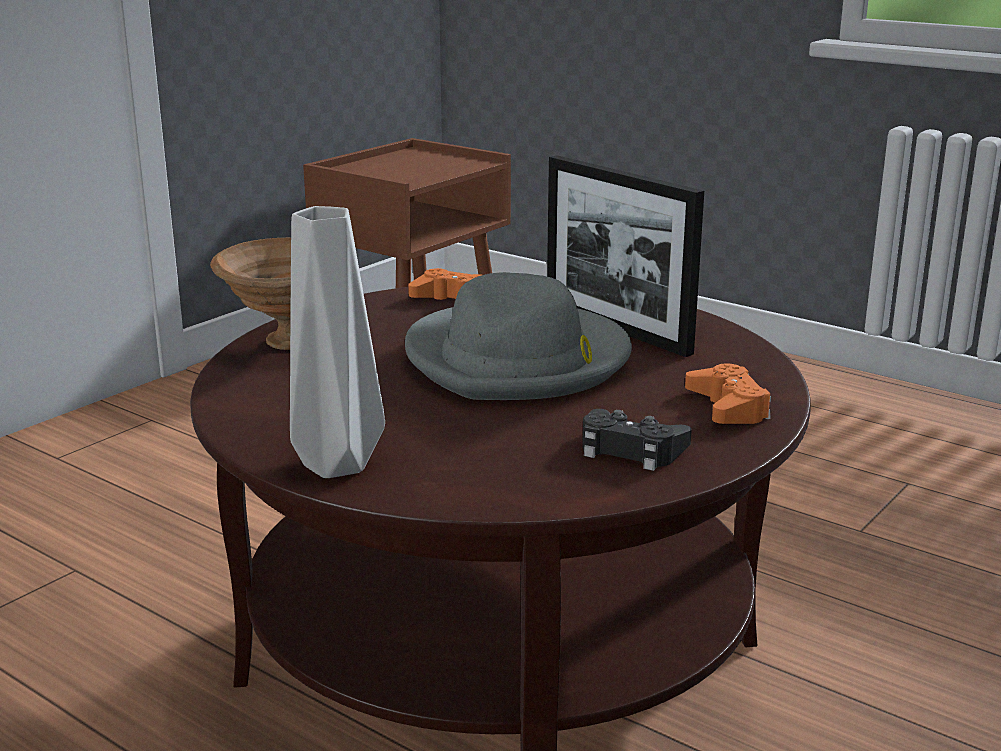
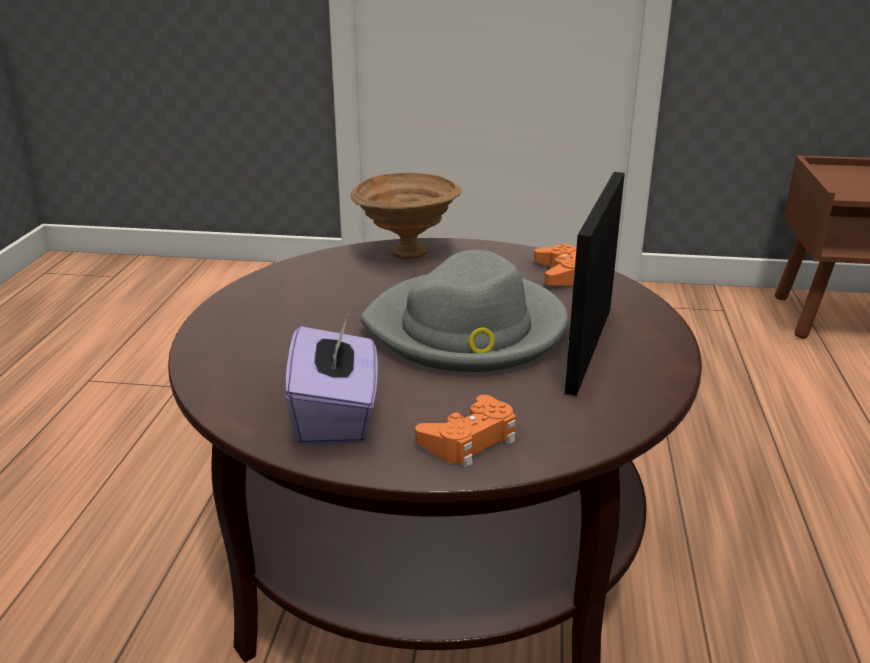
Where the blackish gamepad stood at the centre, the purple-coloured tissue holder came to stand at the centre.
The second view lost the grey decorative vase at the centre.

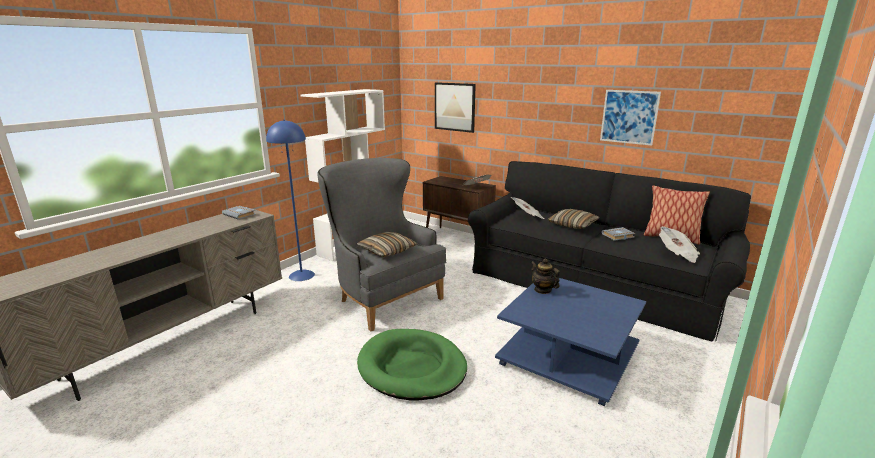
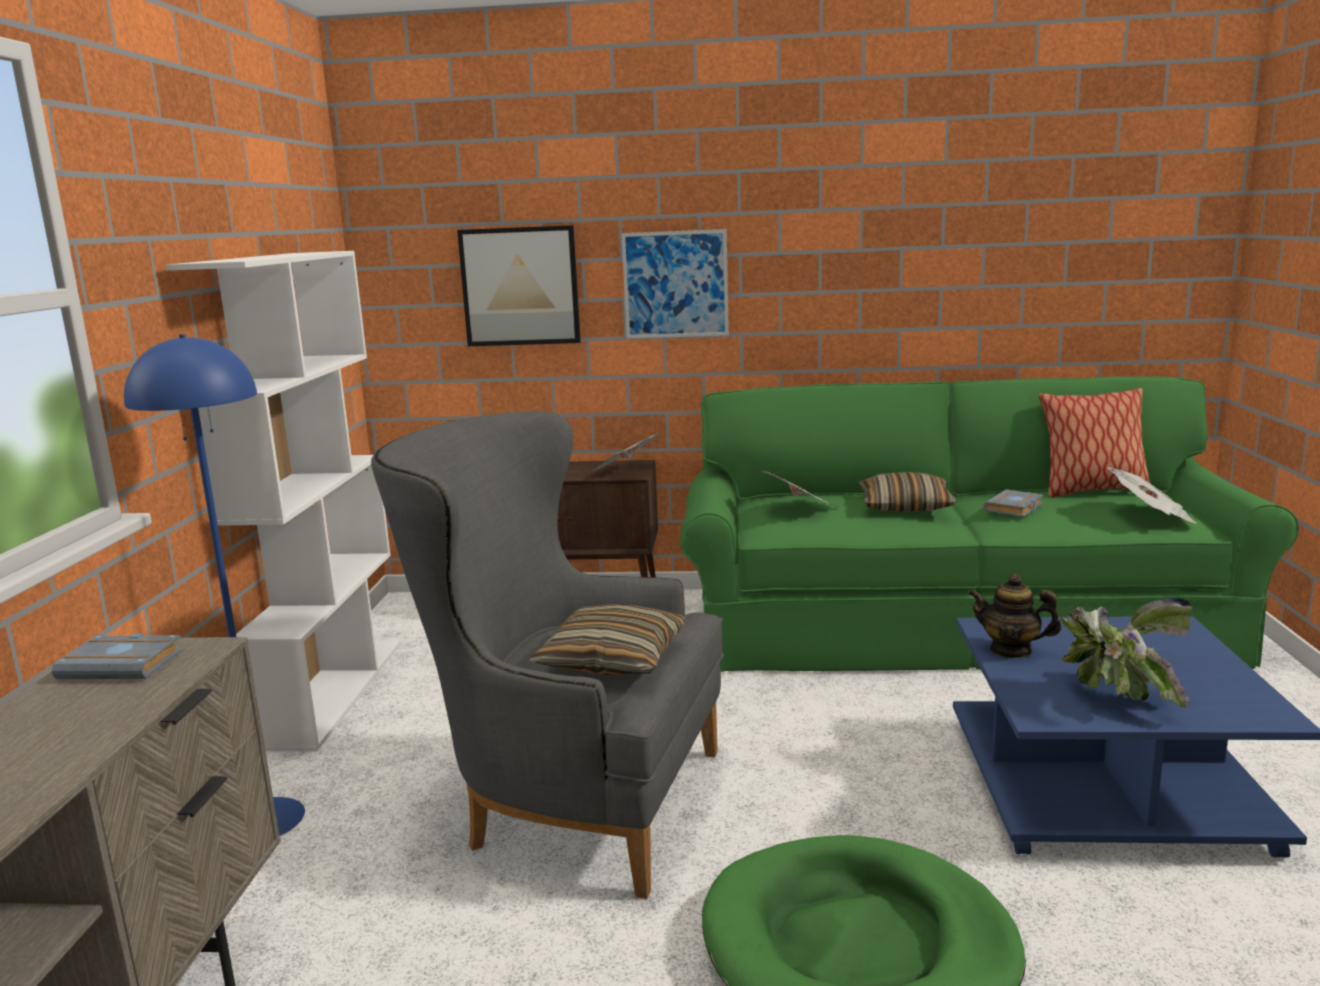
The picture (2nd from left) ended up elsewhere, having gone from the top right to the top centre.
What was the blackish couch at the middle right turned into the green couch at the middle right.
The second view gained the plant in a pot at the middle right.

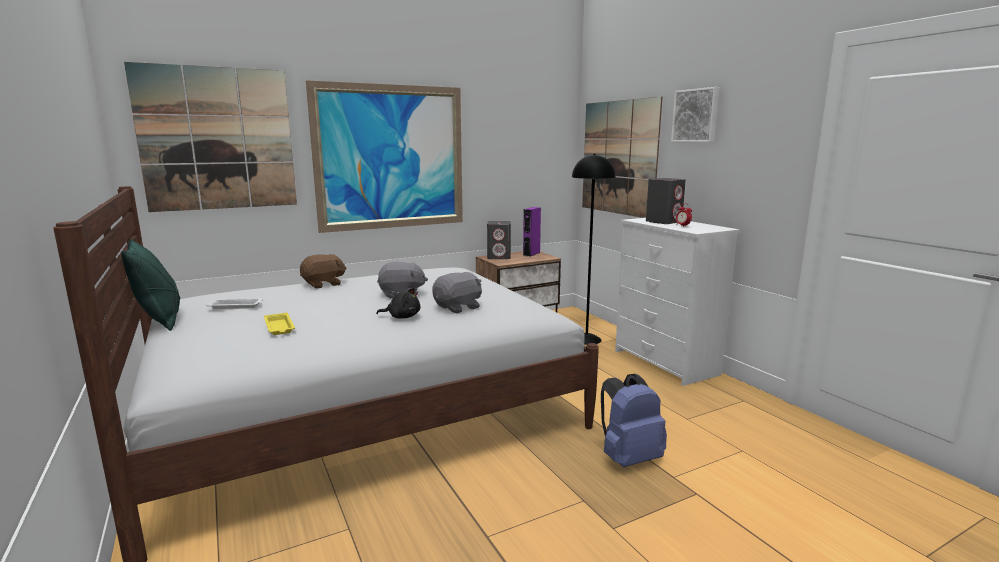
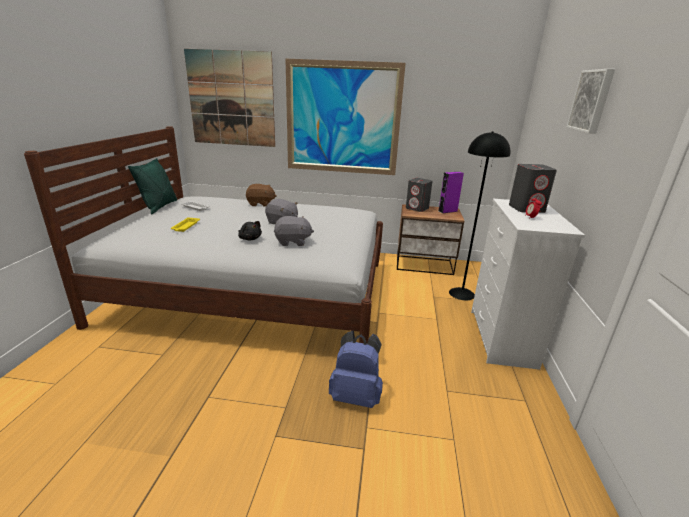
The second view lost the picture (3rd from left) at the top centre.

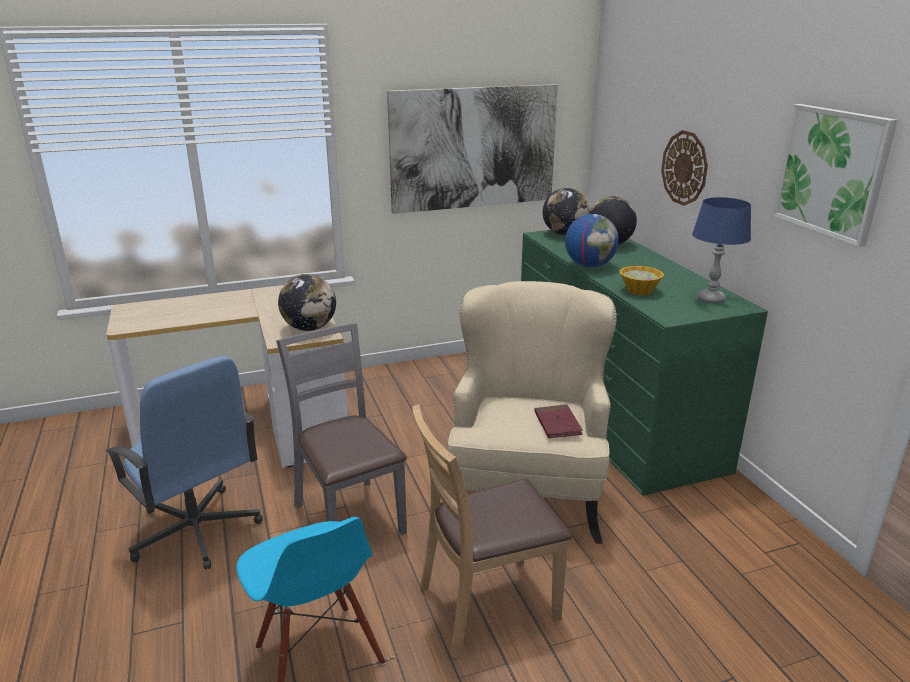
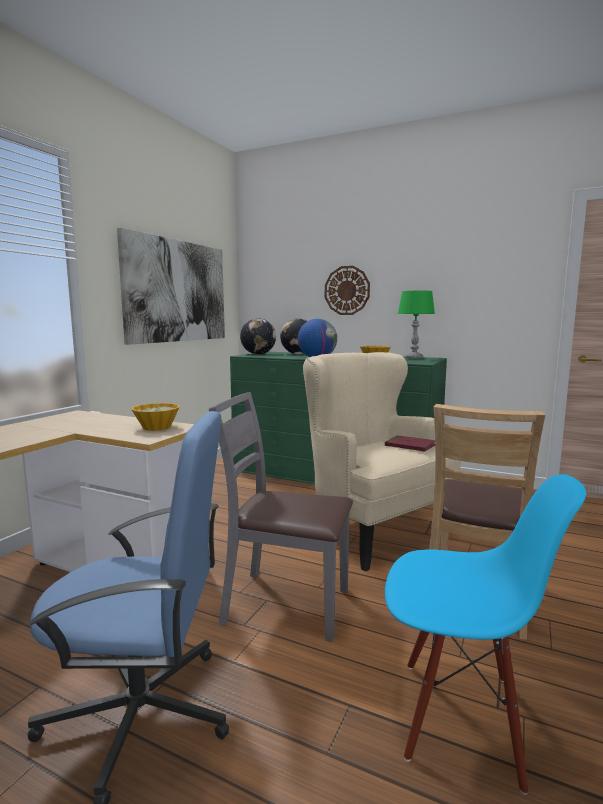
Where the world globe (1st from left) stood at the centre, the serving bowl (1st from left) came to stand at the middle left.
What was the bluish table lamp at the middle right turned into the green table lamp at the middle right.
The second view lost the picture (2nd from left) at the top right.

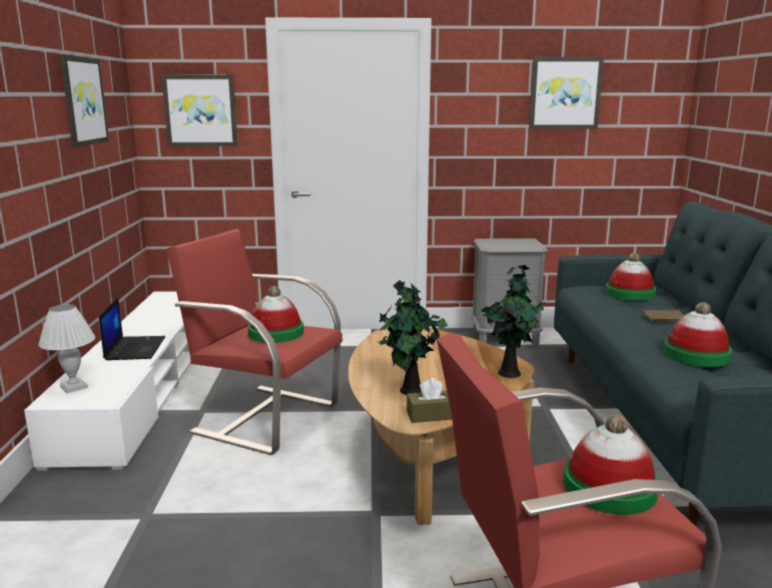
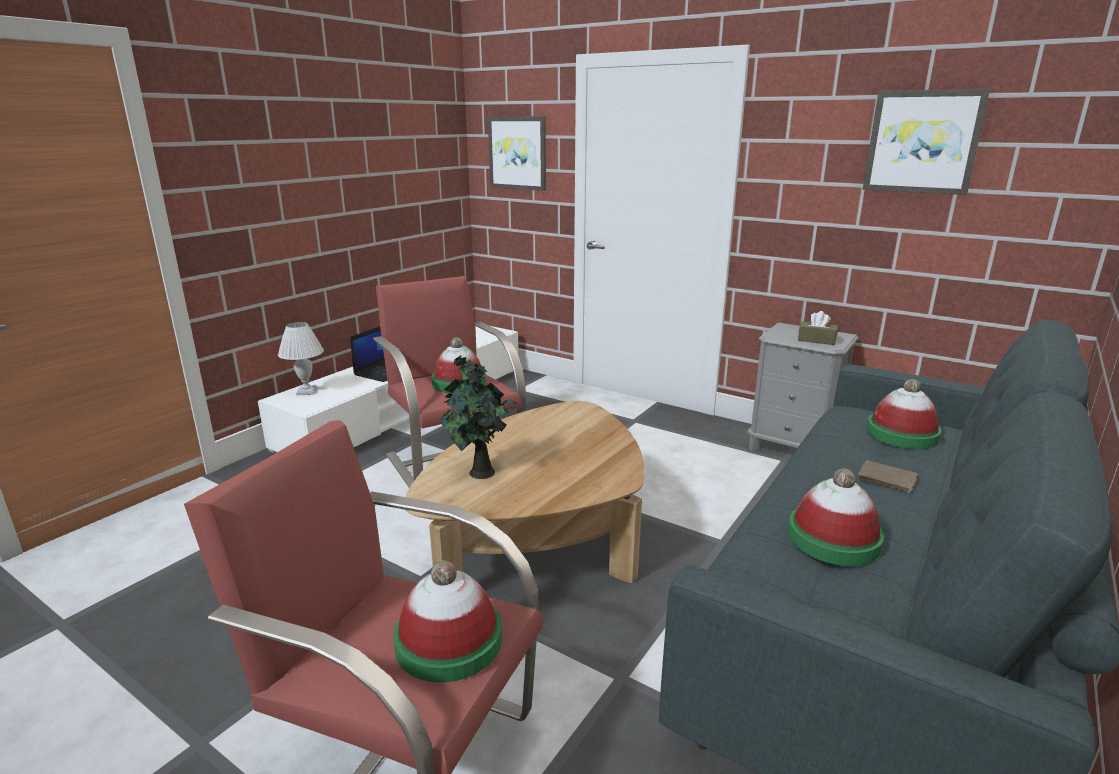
The brownish tissue holder ended up elsewhere, having gone from the bottom centre to the middle right.
The second view lost the picture (1st from left) at the top left.
The second view lost the plant in a pot (2nd from left) at the centre.

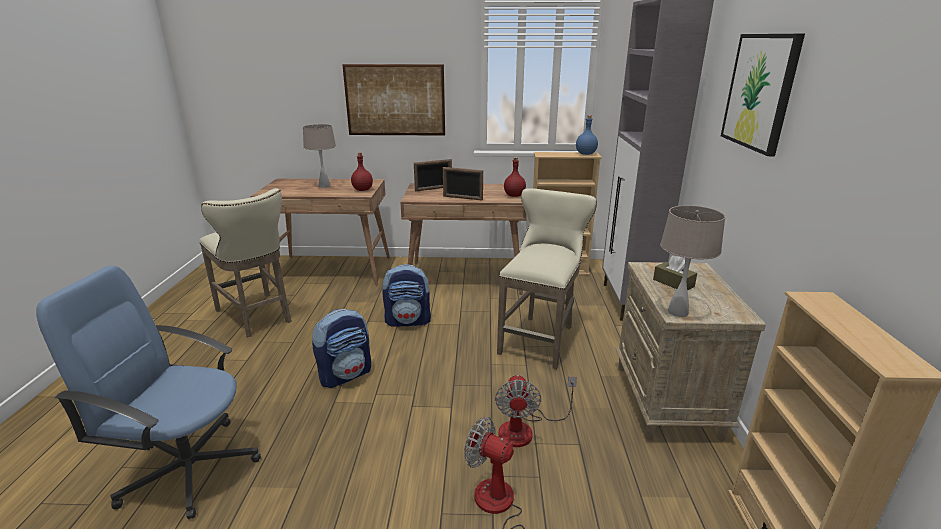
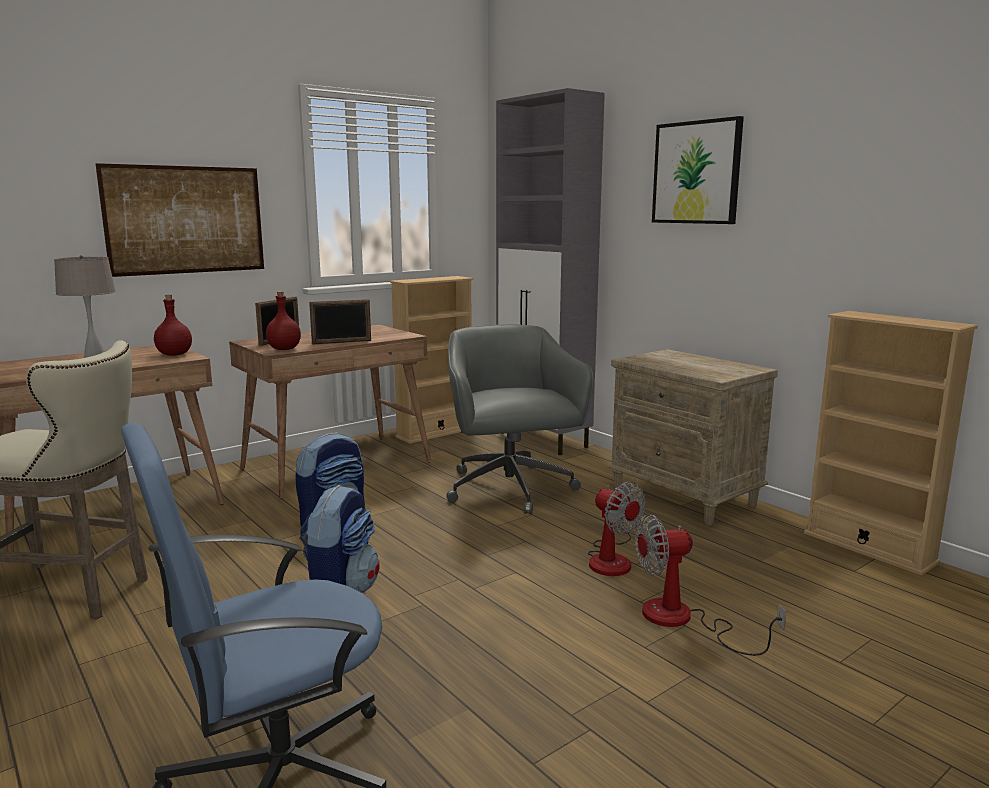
The red-coloured drink bottle (2nd from left) ended up elsewhere, having gone from the centre to the middle left.
Where the beige stool (2nd from left) stood at the centre, the grey office chair came to stand at the centre.
The second view lost the bluish drink bottle at the top centre.
The second view lost the brownish tissue holder at the middle right.
The second view lost the beige table lamp (2nd from left) at the middle right.

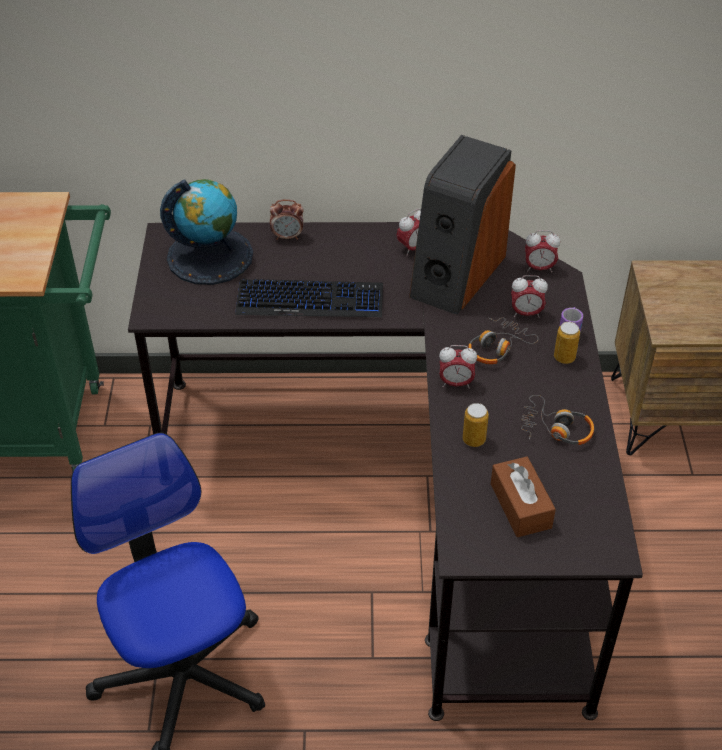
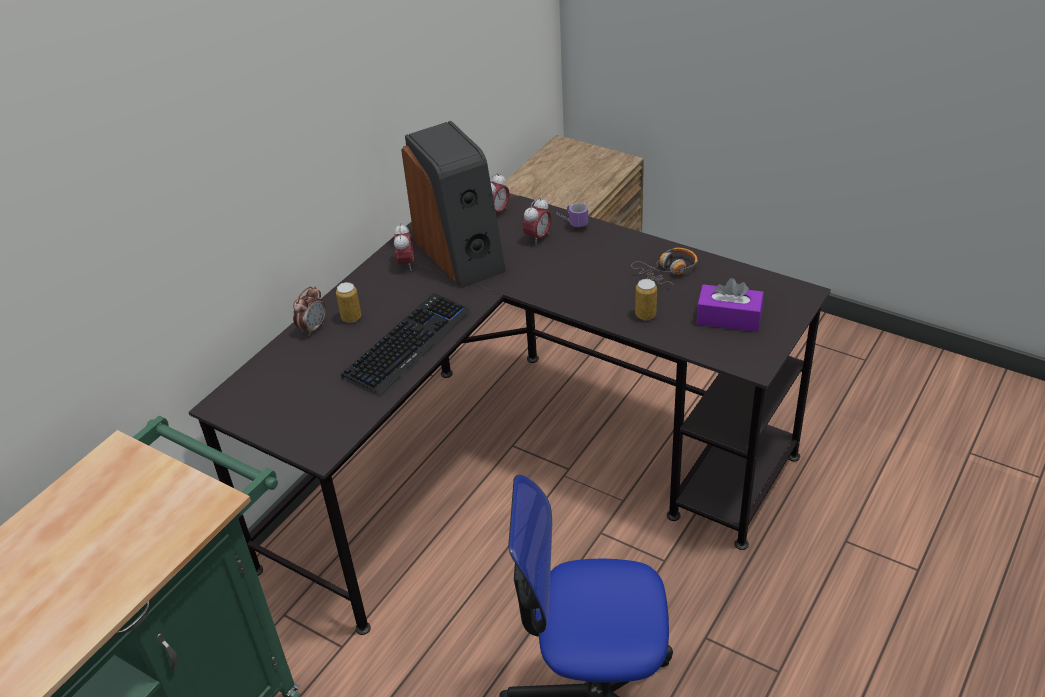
The metal can (2nd from left in the first image) ended up elsewhere, having gone from the middle right to the middle left.
What was the brownish tissue holder at the middle right turned into the purple-coloured tissue holder at the middle right.
The second view lost the world globe at the top left.
The second view lost the alarm clock (3rd from left) at the centre.
The second view lost the pair of headphones (1st from left) at the middle right.

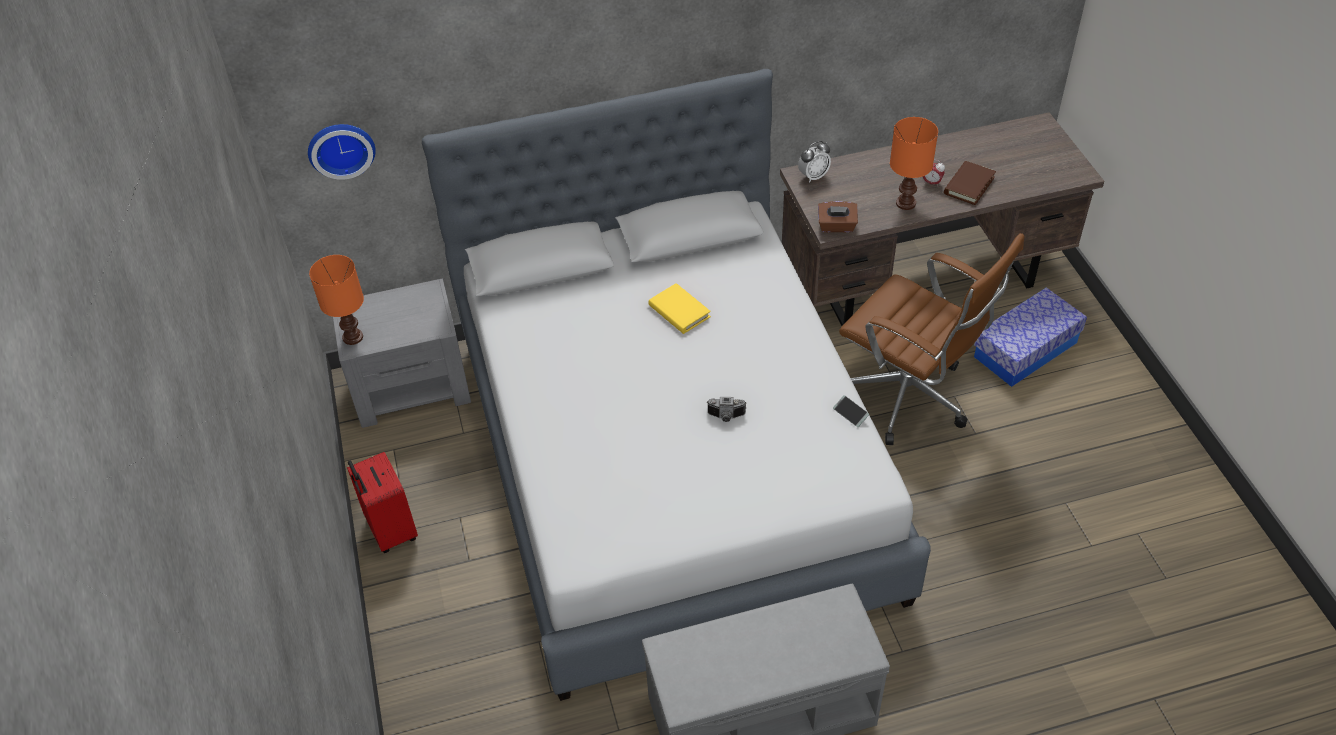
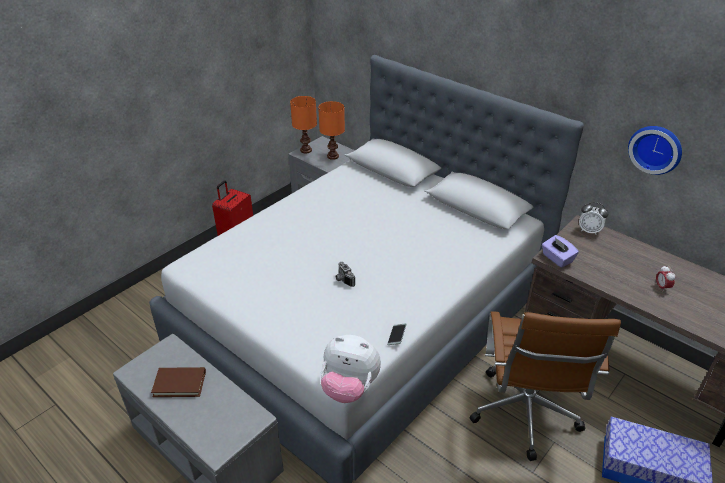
The brownish bound book ended up elsewhere, having gone from the top right to the bottom left.
The orange-coloured table lamp (2nd from left) ended up elsewhere, having gone from the top right to the top centre.
The second view gained the soft toy at the bottom centre.
What was the brownish tissue holder at the top centre turned into the purple-coloured tissue holder at the middle right.
The clock on the wall ended up elsewhere, having gone from the top left to the top right.
The second view lost the yellowish bound book at the centre.

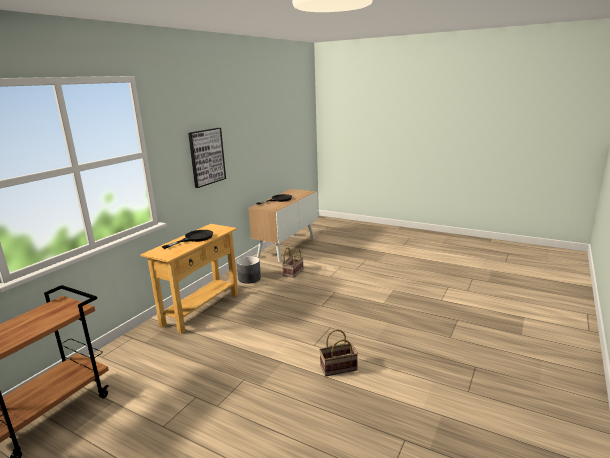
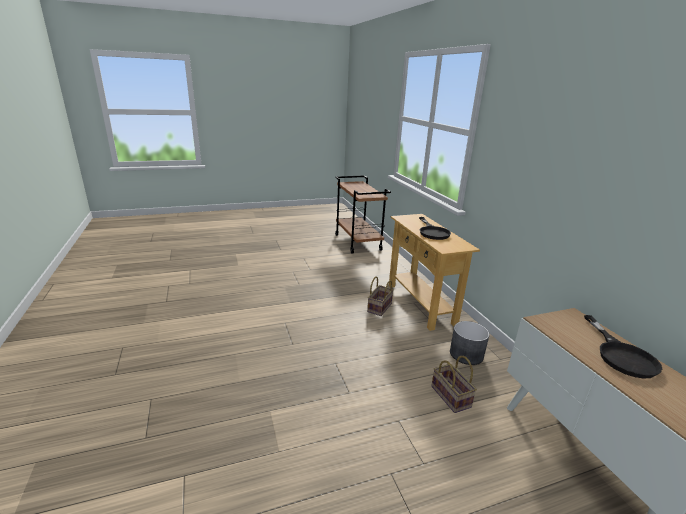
The basket (2nd from left in the first image) ended up elsewhere, having gone from the bottom centre to the centre.
The second view lost the picture at the centre.

